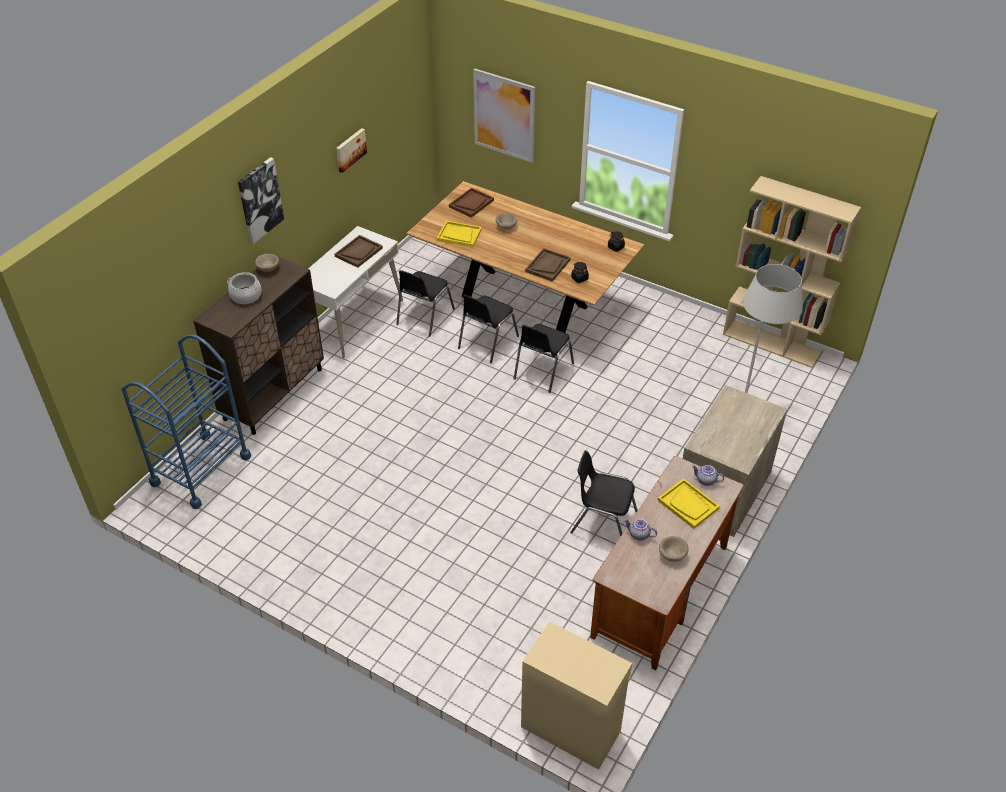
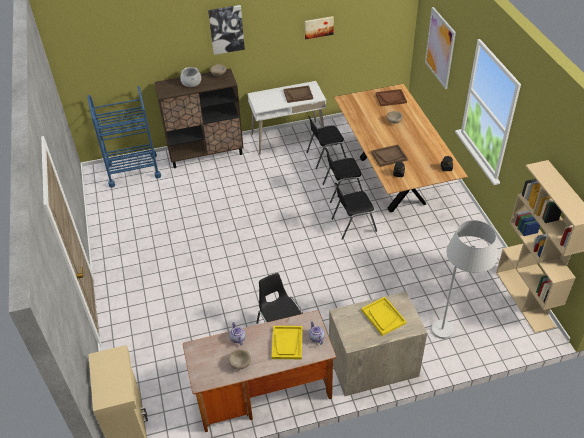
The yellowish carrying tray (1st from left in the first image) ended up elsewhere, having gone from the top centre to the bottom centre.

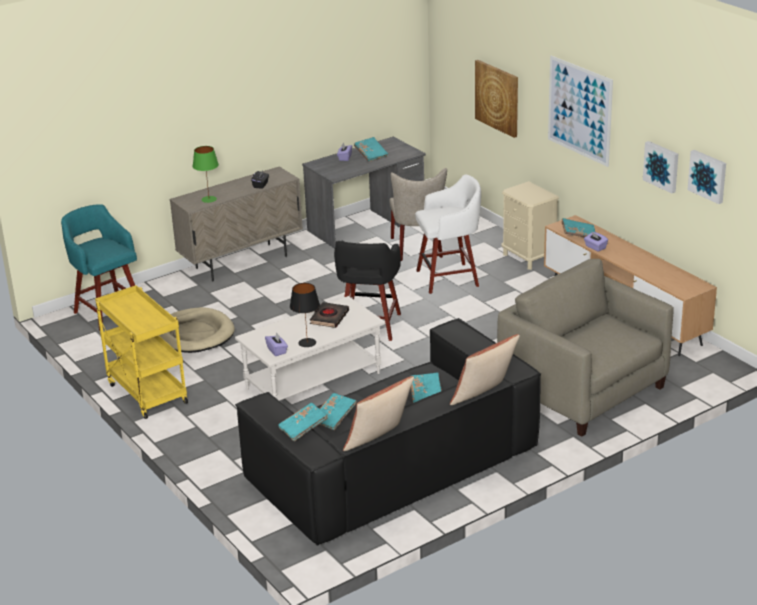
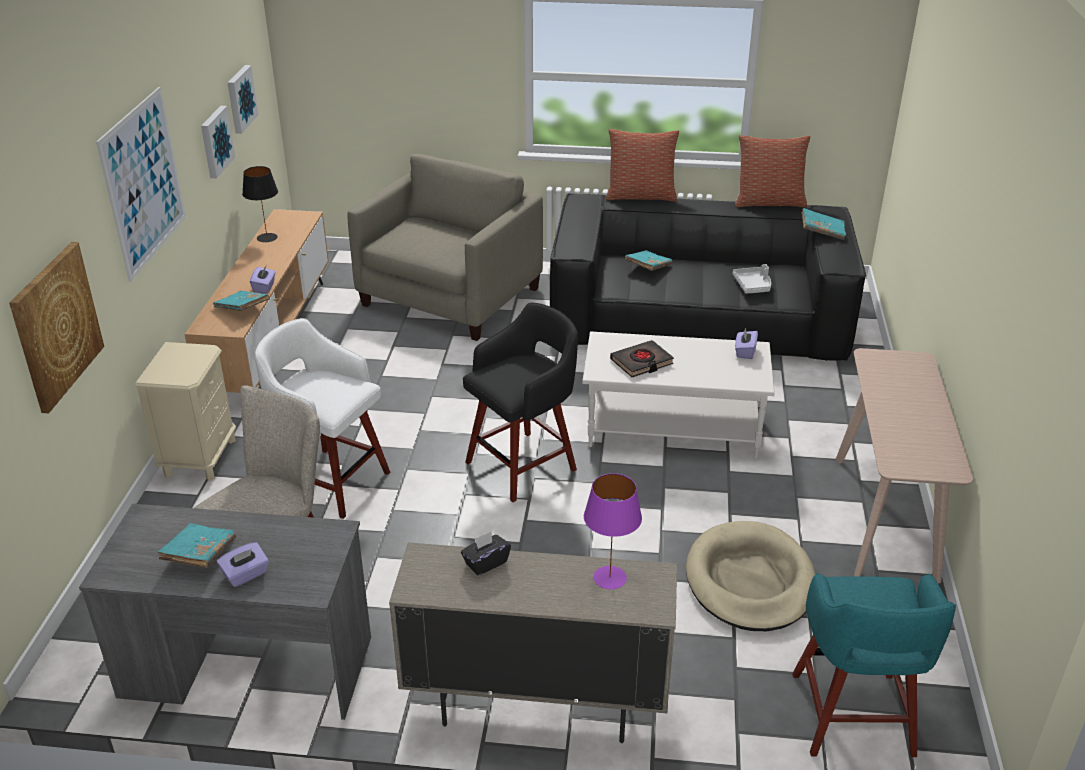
The blackish table lamp ended up elsewhere, having gone from the centre to the top left.
The beige armchair at the middle right ended up facing another way, 150 degrees counterclockwise from before.
What was the green table lamp at the top left turned into the purple-coloured table lamp at the bottom centre.
Where the blue-green bound book (2nd from left) stood at the bottom centre, the grey carrying tray came to stand at the middle right.
Where the yellowish trolley stood at the middle left, the beige console table came to stand at the middle right.

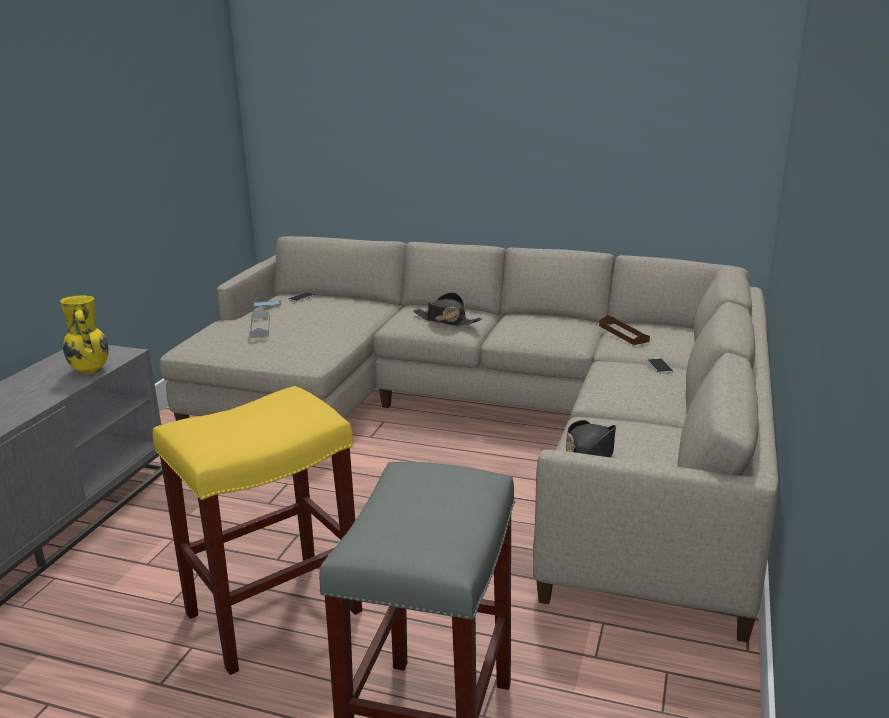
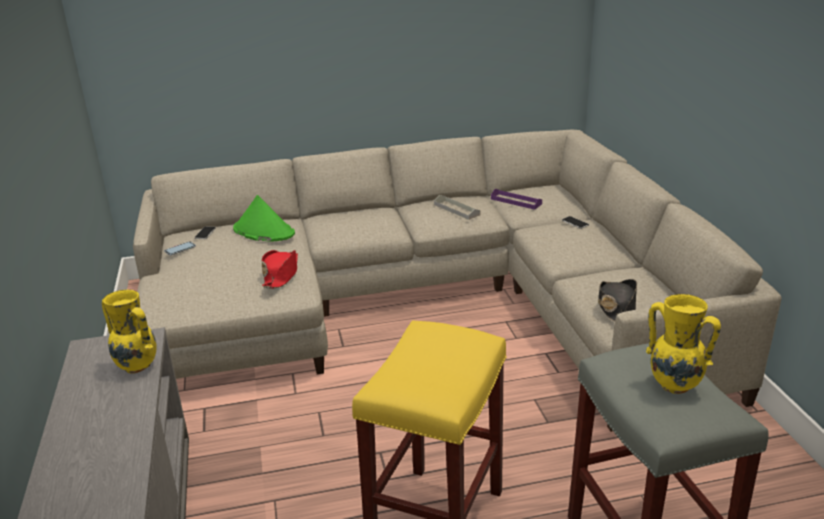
The second view gained the green clothing hat at the middle left.
The second view gained the red-coloured clothing hat at the centre.
The grey carrying tray ended up elsewhere, having gone from the middle left to the centre.
What was the brownish carrying tray at the middle right turned into the purple-coloured carrying tray at the centre.
The second view gained the yellowish decorative vase (2nd from left) at the middle right.
The second view lost the blackish clothing hat (1st from left) at the centre.

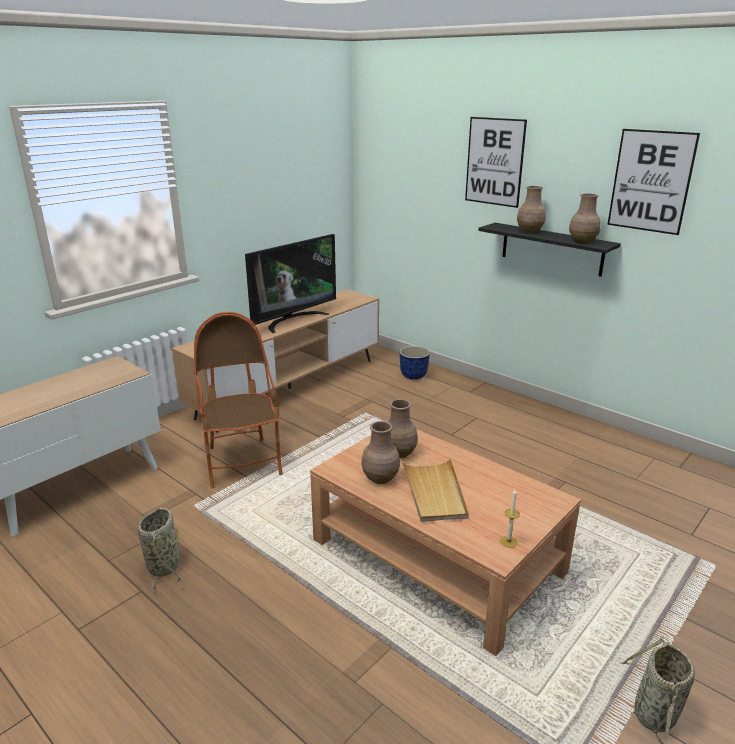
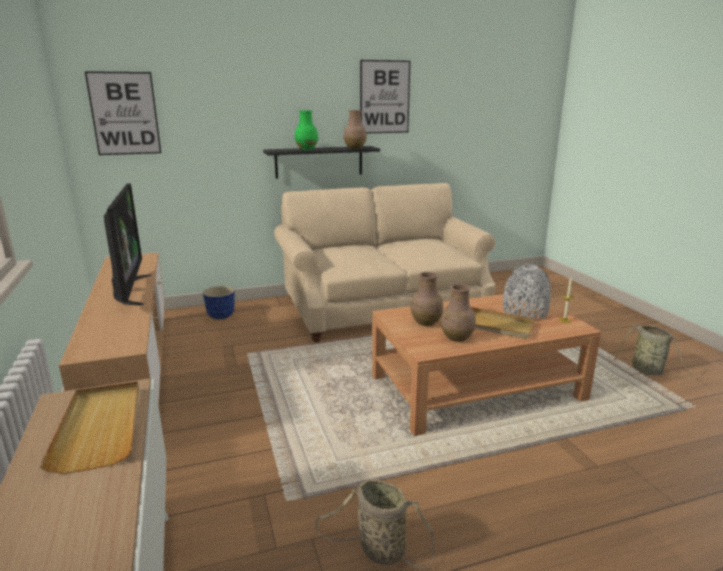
The second view gained the beige carrying tray (1st from left) at the bottom left.
The picture (1st from left) ended up elsewhere, having gone from the top right to the top left.
The second view gained the beige couch at the centre.
What was the brownish decorative vase (3rd from left) at the top right turned into the green decorative vase at the top centre.
The second view gained the grey decorative vase at the middle right.
The second view lost the armchair at the middle left.

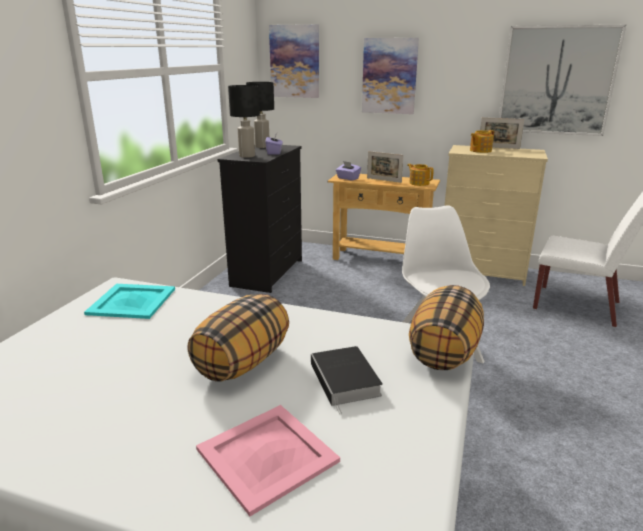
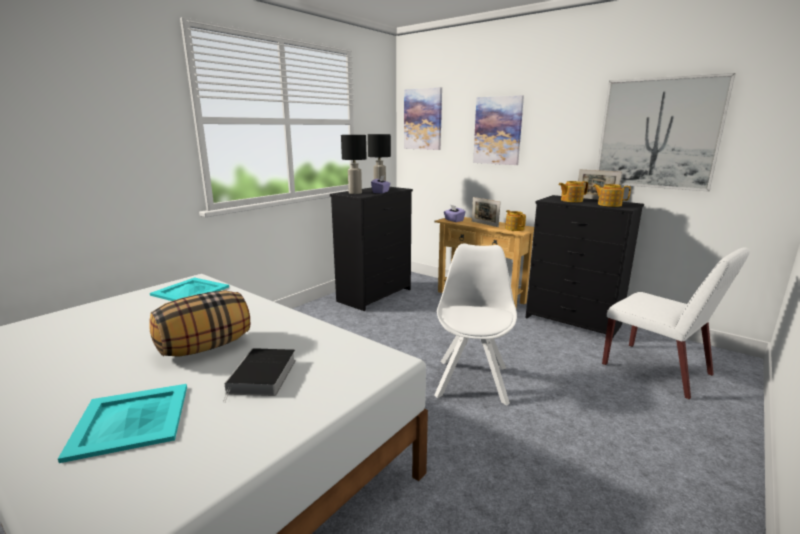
What was the pinkish carrying tray at the bottom centre turned into the blue-green carrying tray (1st from left) at the bottom left.
What was the beige chest of drawers at the middle right turned into the blackish chest of drawers (2nd from left) at the middle right.
The second view gained the tea pot (3rd from left) at the middle right.
The second view lost the cushion (2nd from left) at the middle right.

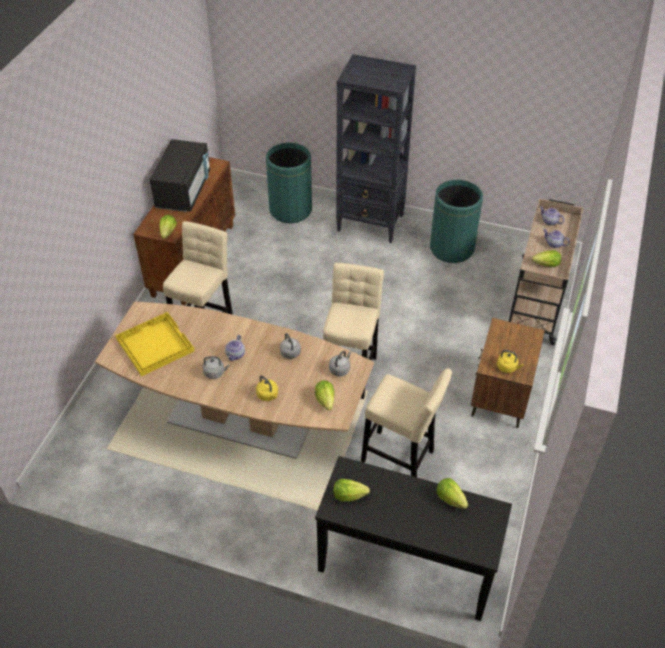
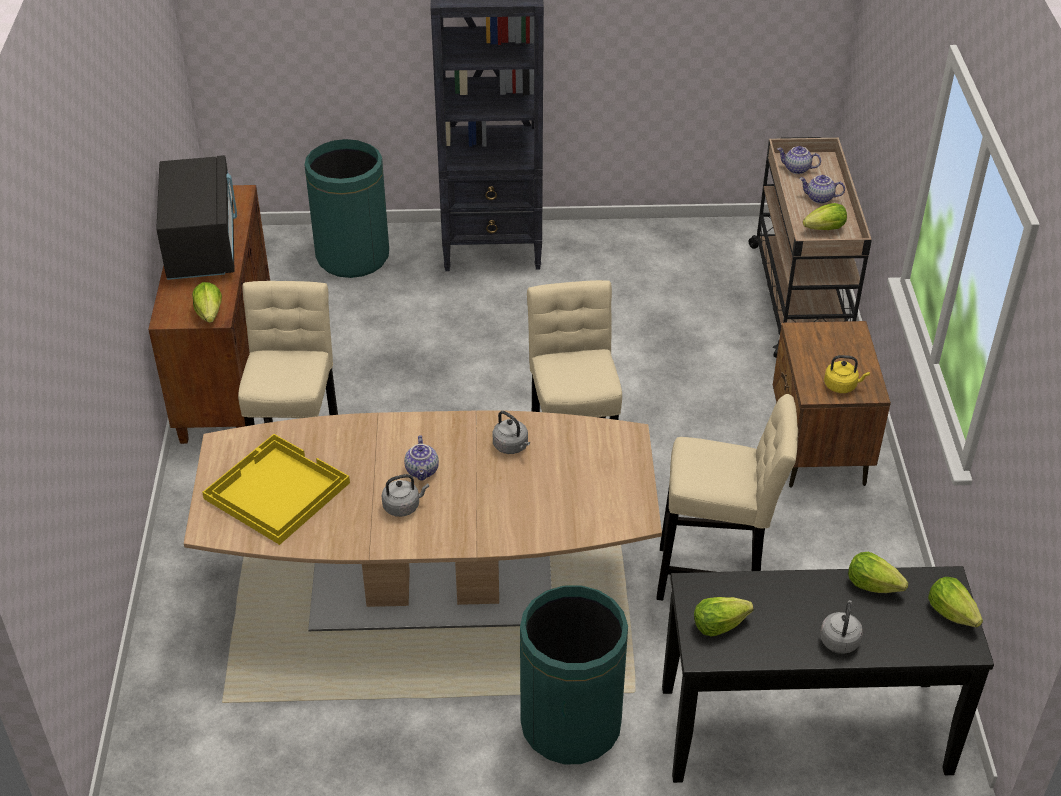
The green rubbish bin (2nd from left) ended up elsewhere, having gone from the middle right to the bottom centre.
The grey tea kettle (3rd from left) ended up elsewhere, having gone from the centre to the bottom right.
The lettuce head (2nd from left in the first image) ended up elsewhere, having gone from the centre to the bottom right.
The second view lost the yellowish tea kettle (1st from left) at the centre.

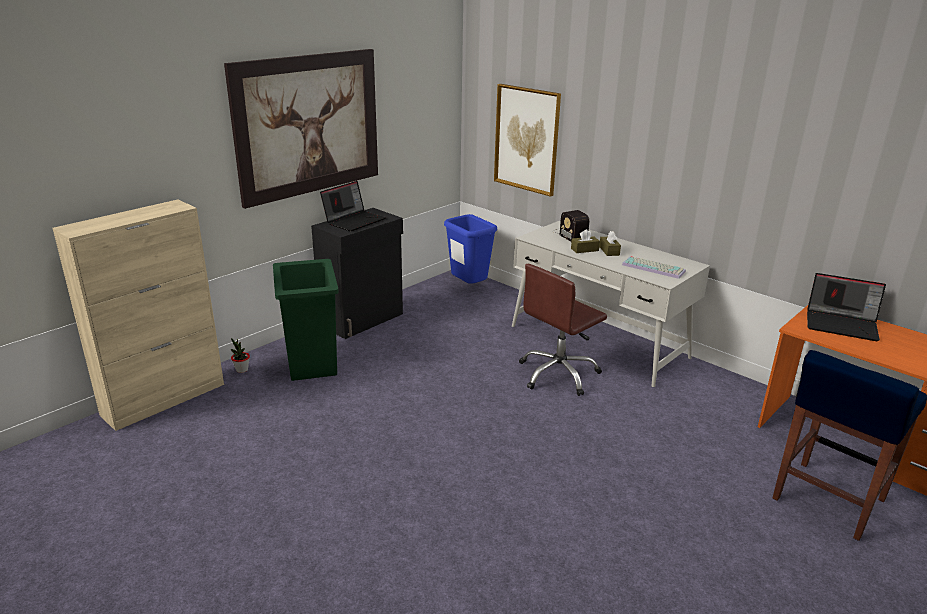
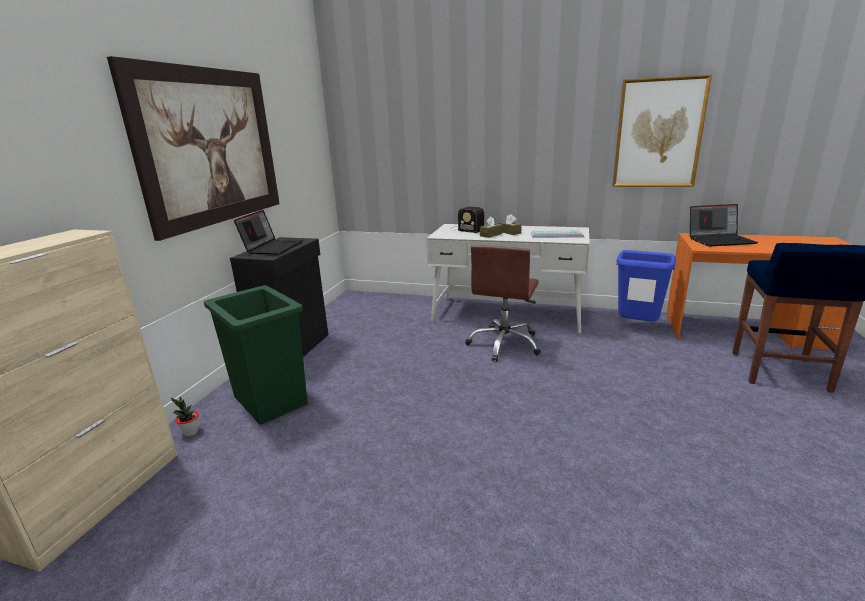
The picture (2nd from left) ended up elsewhere, having gone from the top centre to the top right.
The bluish rubbish bin ended up elsewhere, having gone from the centre to the middle right.

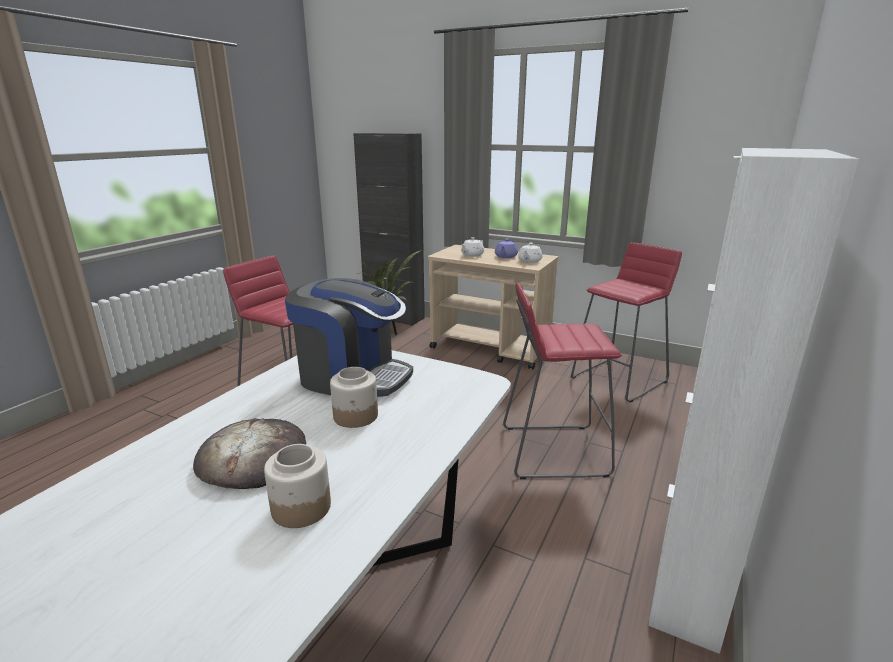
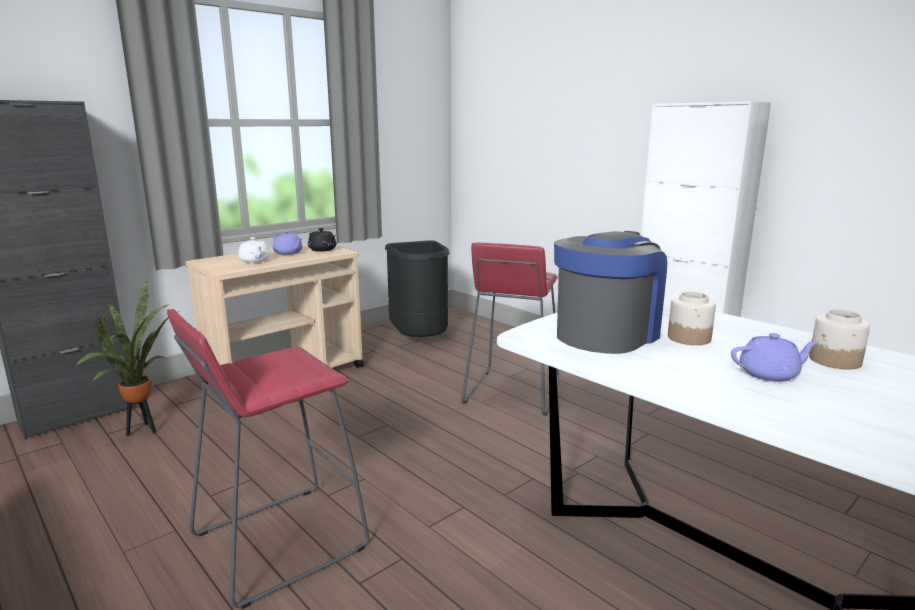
What was the white-coloured tea pot (2nd from left) at the centre turned into the blackish tea pot at the centre.
Where the red-coloured stool (3rd from left) stood at the middle right, the blackish rubbish bin came to stand at the centre.
Where the bakery bread stood at the bottom left, the purple-coloured tea pot (2nd from left) came to stand at the middle right.

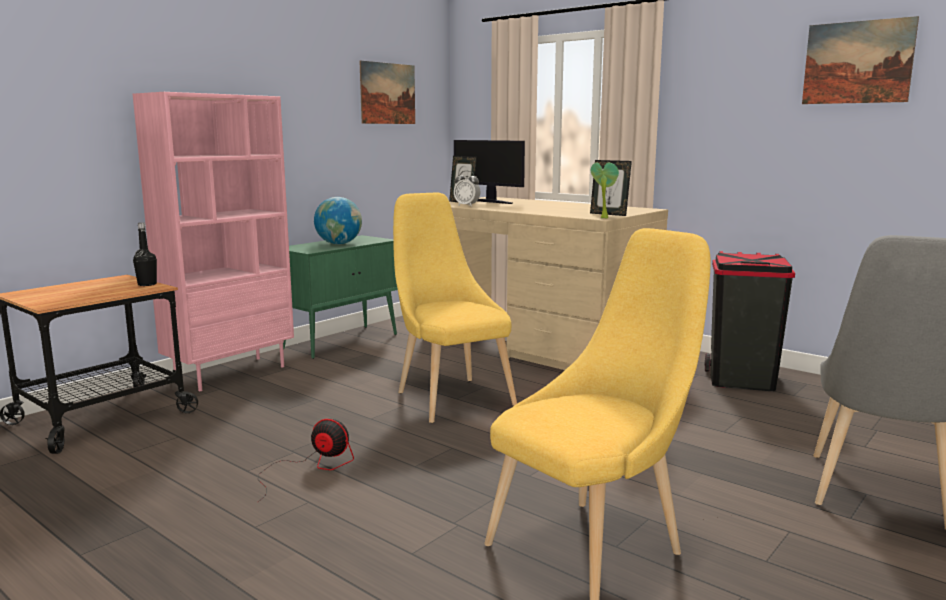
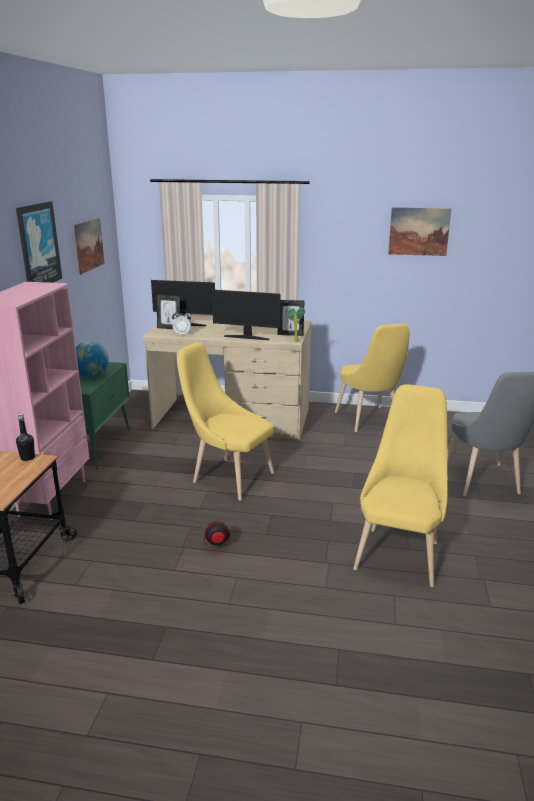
The second view gained the picture (1st from left) at the top left.
The second view gained the monitor (2nd from left) at the centre.
Where the blackish rubbish bin stood at the middle right, the yellowish plain chair (2nd from left) came to stand at the middle right.

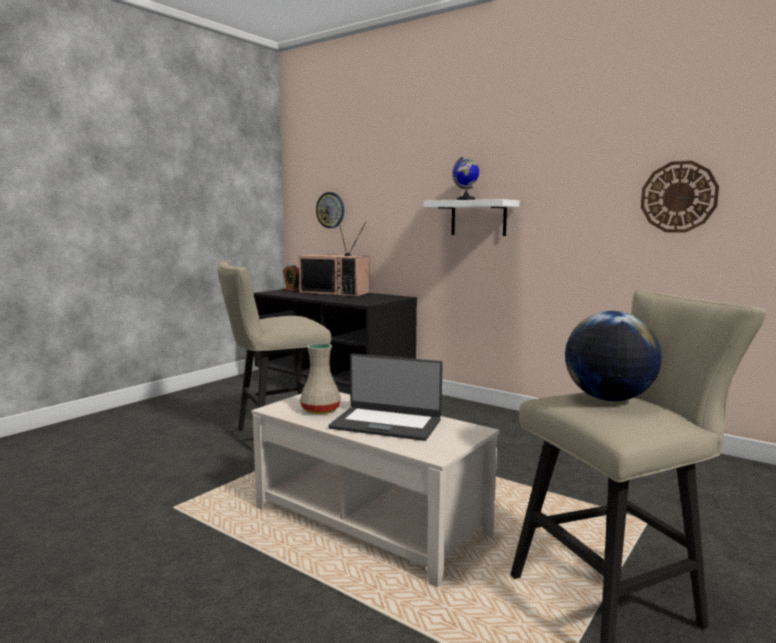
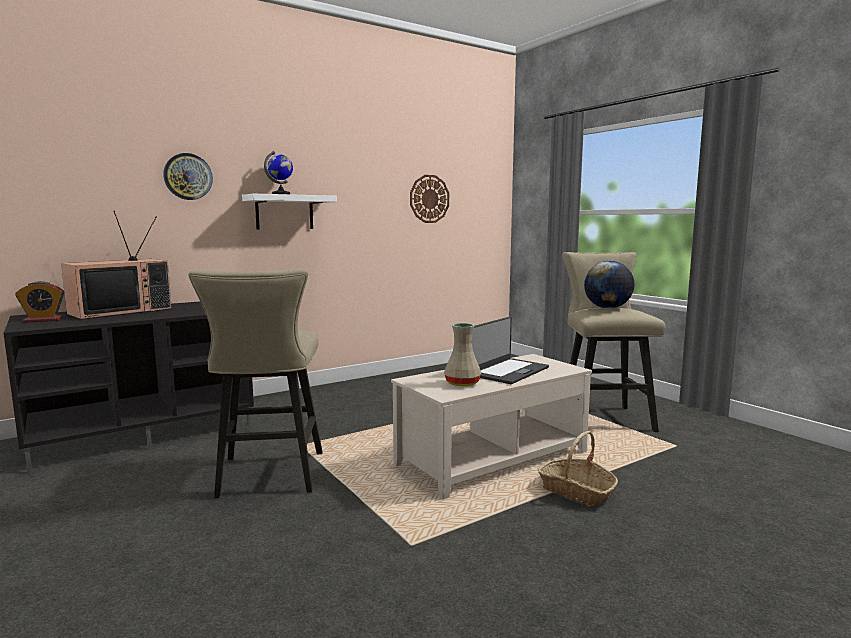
The clock on the wall (1st from left) ended up elsewhere, having gone from the top centre to the top left.
The second view gained the basket at the bottom right.

